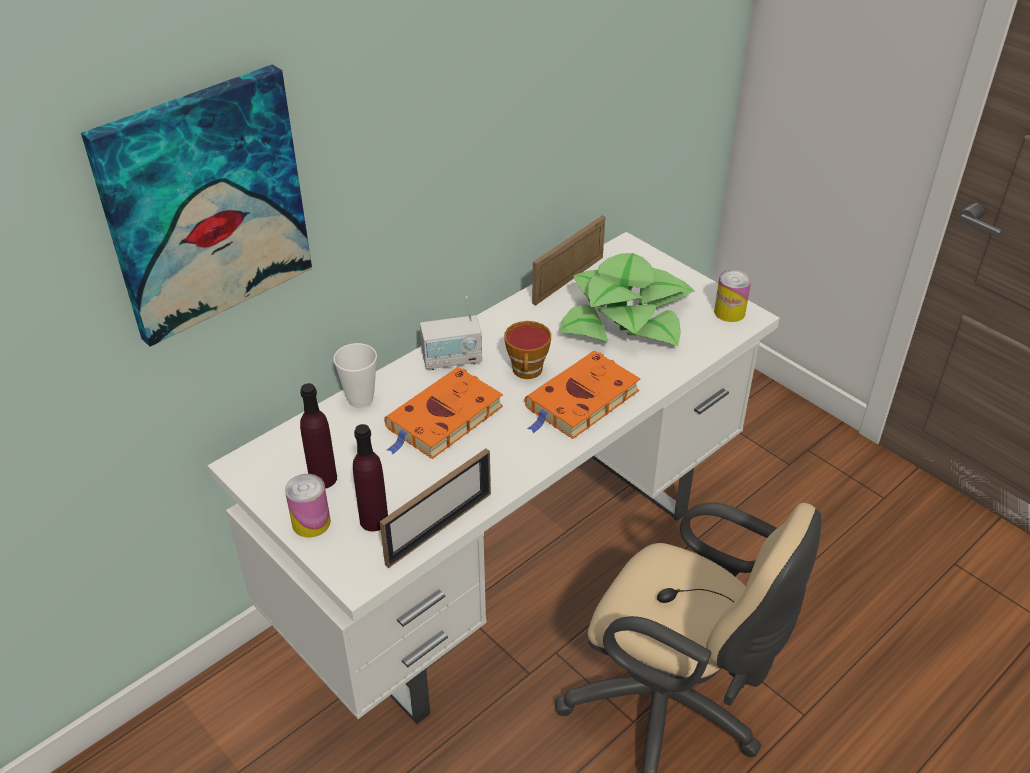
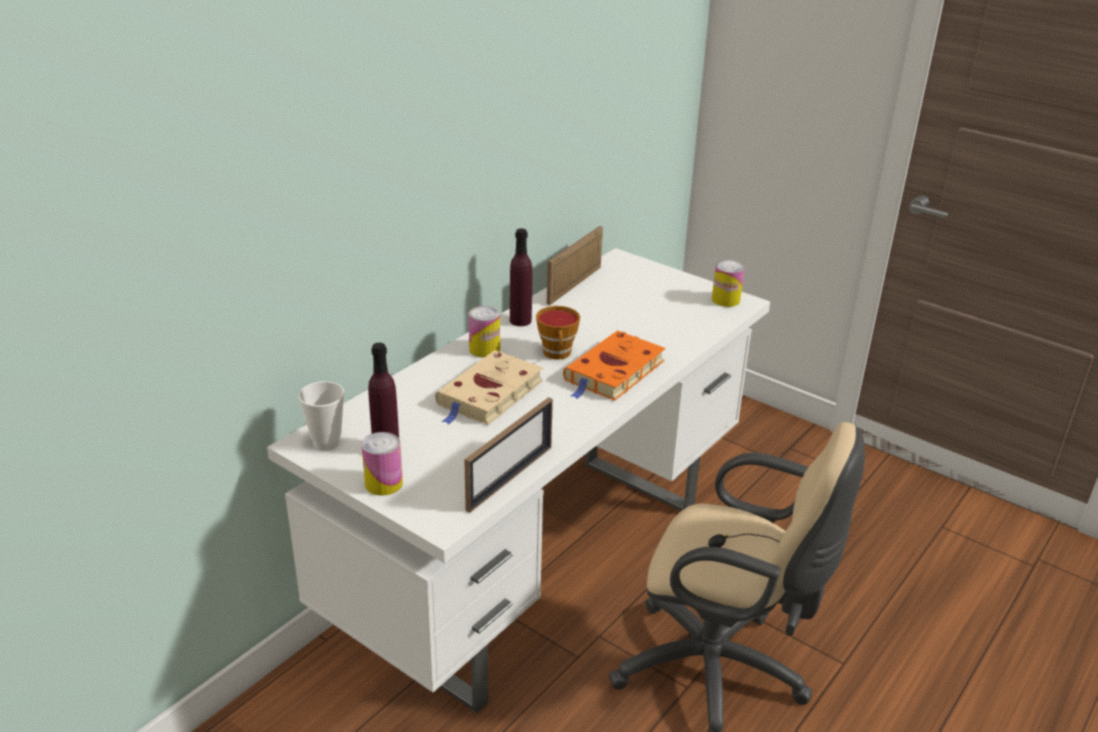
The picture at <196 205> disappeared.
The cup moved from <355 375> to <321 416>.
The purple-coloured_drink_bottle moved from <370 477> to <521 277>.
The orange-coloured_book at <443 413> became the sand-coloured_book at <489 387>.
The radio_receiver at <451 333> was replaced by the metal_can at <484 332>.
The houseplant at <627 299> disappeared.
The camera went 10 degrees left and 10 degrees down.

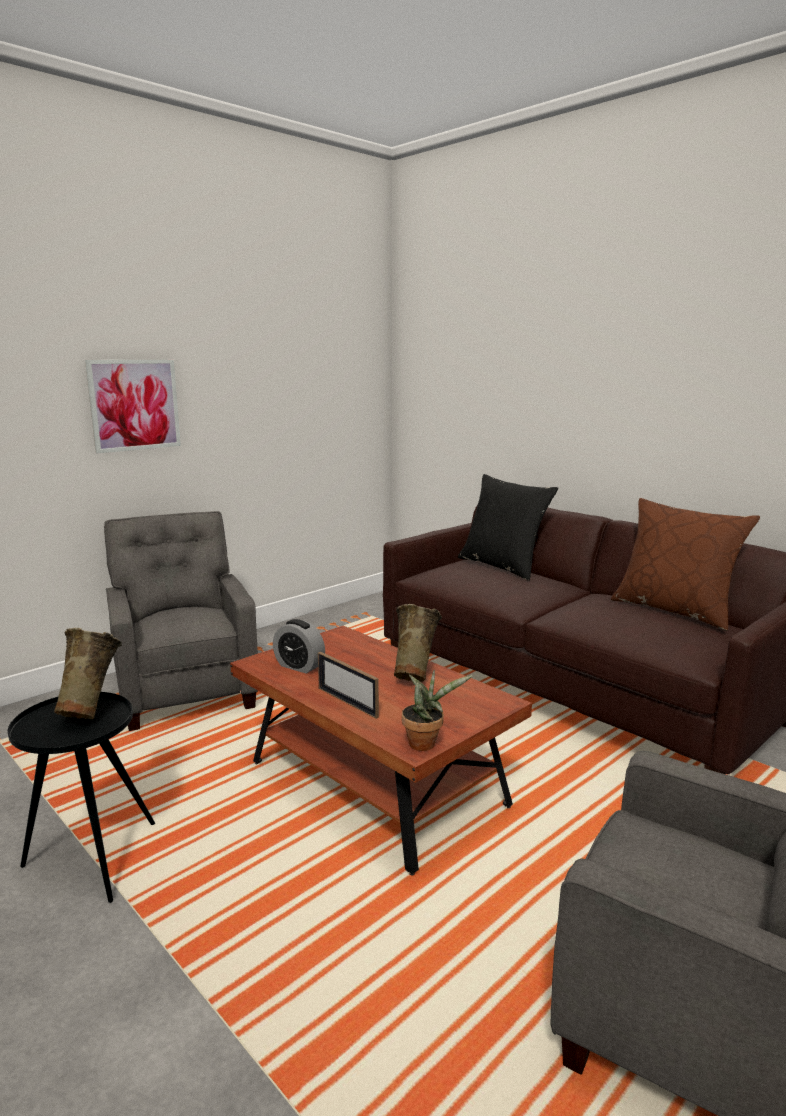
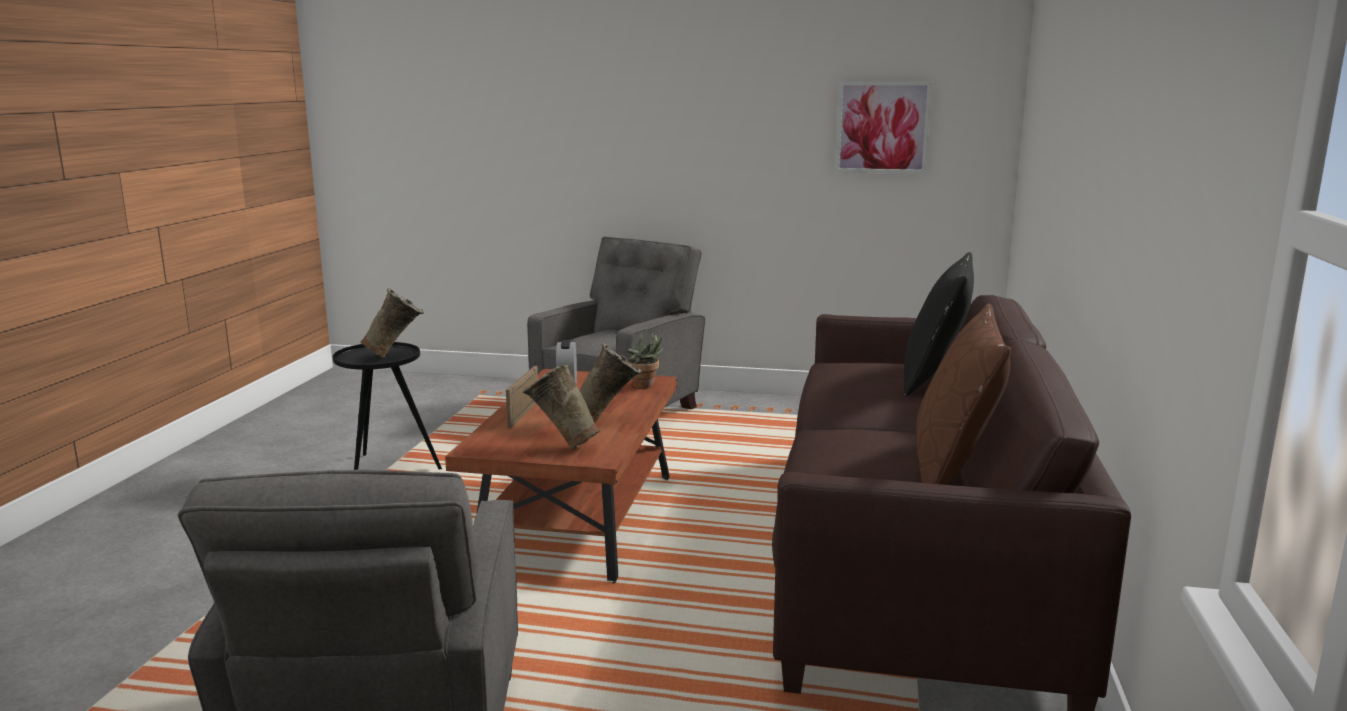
The picture moved from <133 406> to <883 127>.
The houseplant moved from <437 710> to <645 358>.
The sand-coloured_flower_vase at <561 407> appeared.
The camera went 55 degrees right and 0 degrees up.

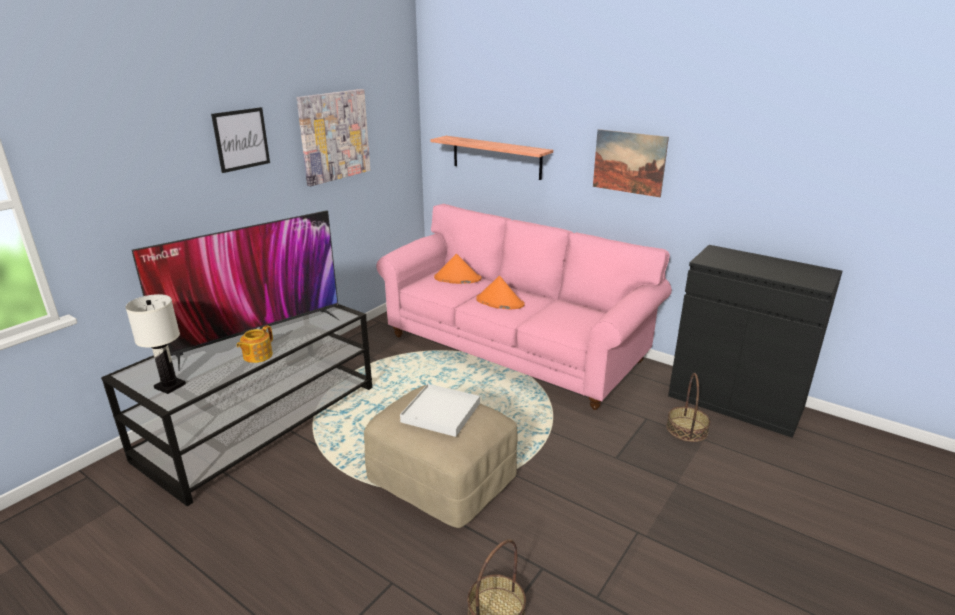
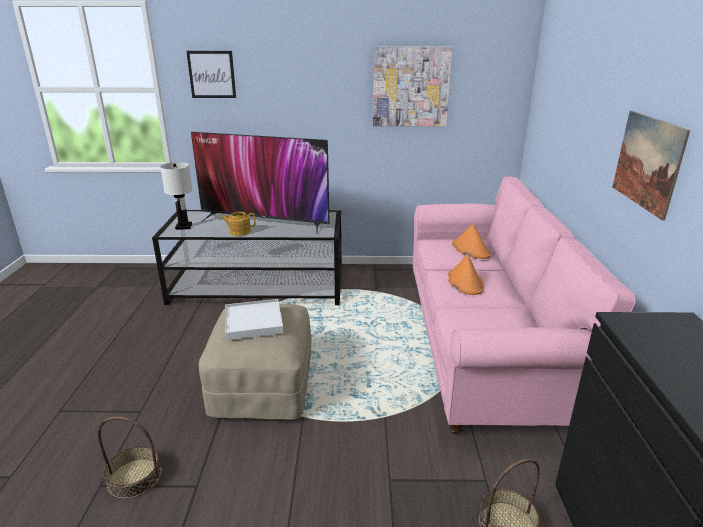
The picture moved from <240 140> to <211 74>.
The shelf at <491 158> disappeared.
The camera went 55 degrees right and 0 degrees up.

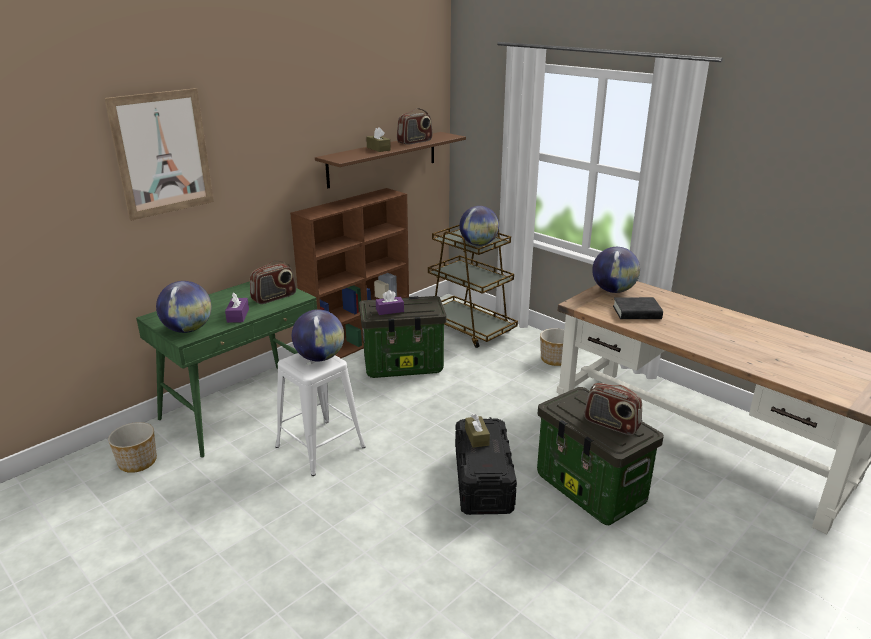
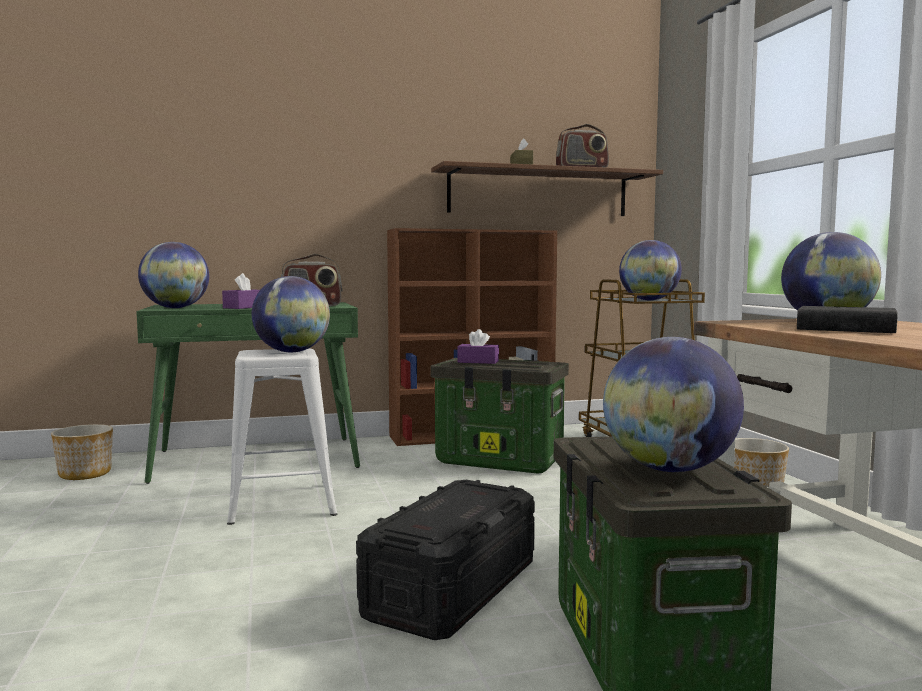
The picture at <159 154> disappeared.
The brown_box_of_tissues at <477 431> disappeared.
The radio_receiver at <613 409> was replaced by the globe at <673 404>.
The camera went 30 degrees right and 20 degrees down.

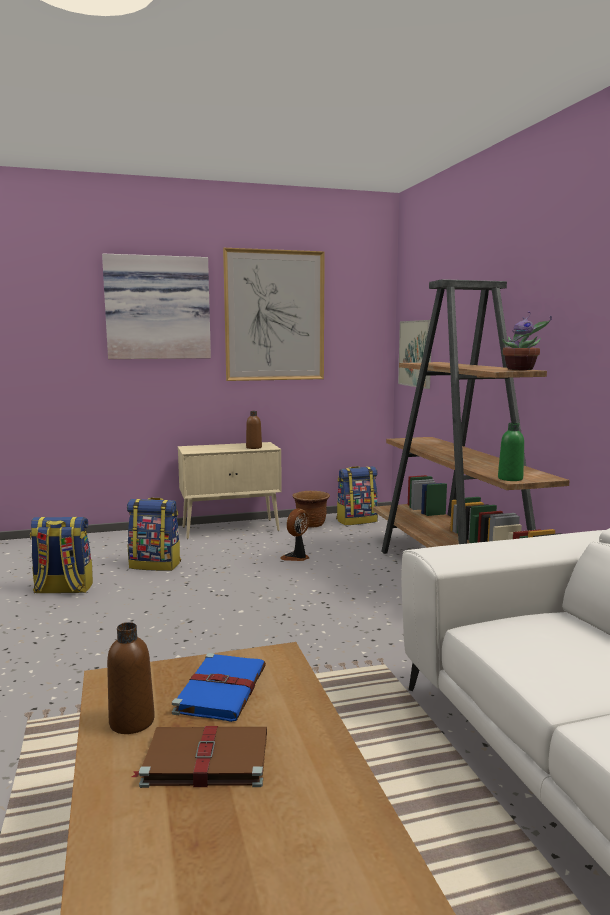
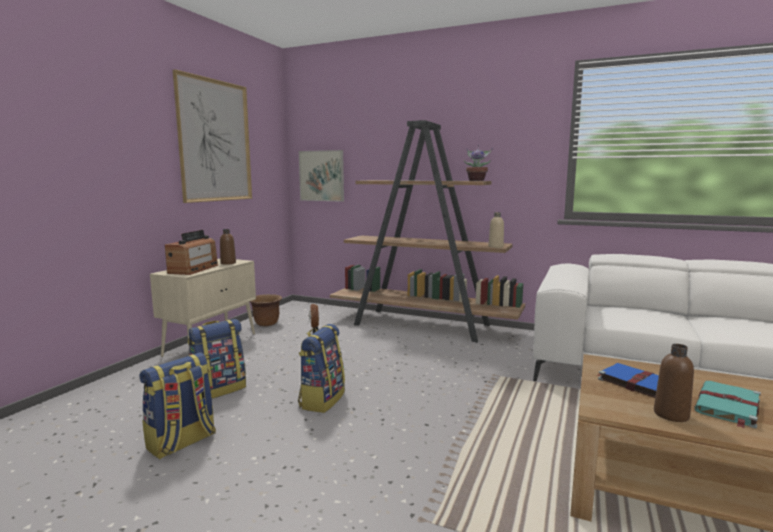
The picture at <156 306> disappeared.
The brown_book at <199 757> became the turquoise-coloured_book at <727 404>.
The rucksack moved from <357 495> to <321 368>.
The greenish_drink_bottle at <511 452> became the sand-coloured_drink_bottle at <496 230>.
The radio_receiver at <191 252> appeared.
The camera went 50 degrees left and 0 degrees up.

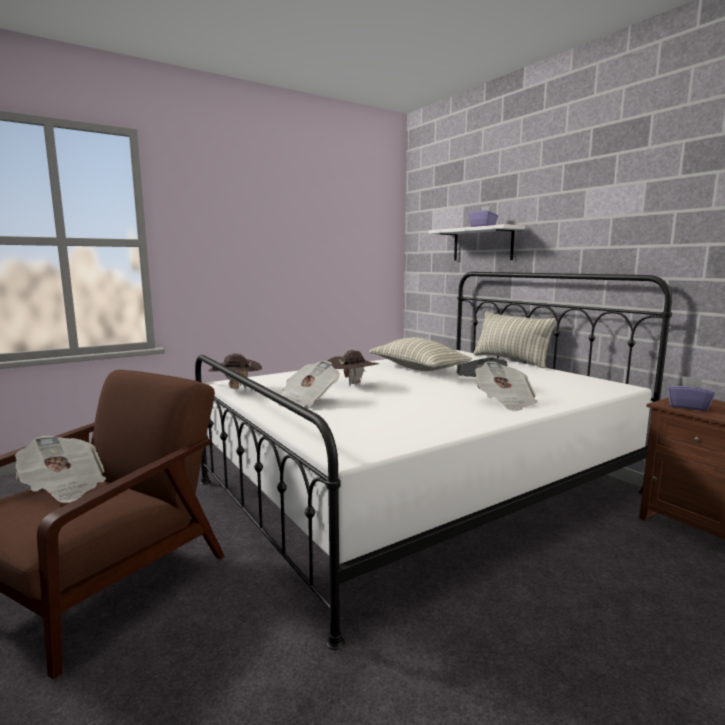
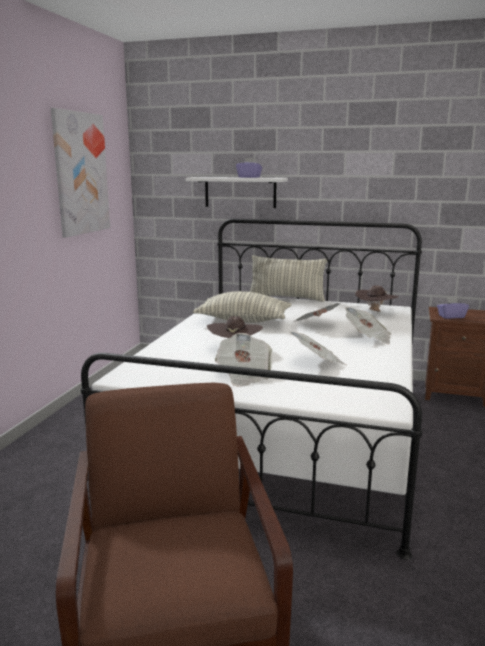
The newspaper moved from <60 469> to <317 348>.
The brown_clothing_hat moved from <235 371> to <377 298>.
The picture at <80 173> appeared.
The camera went 40 degrees left and 5 degrees up.

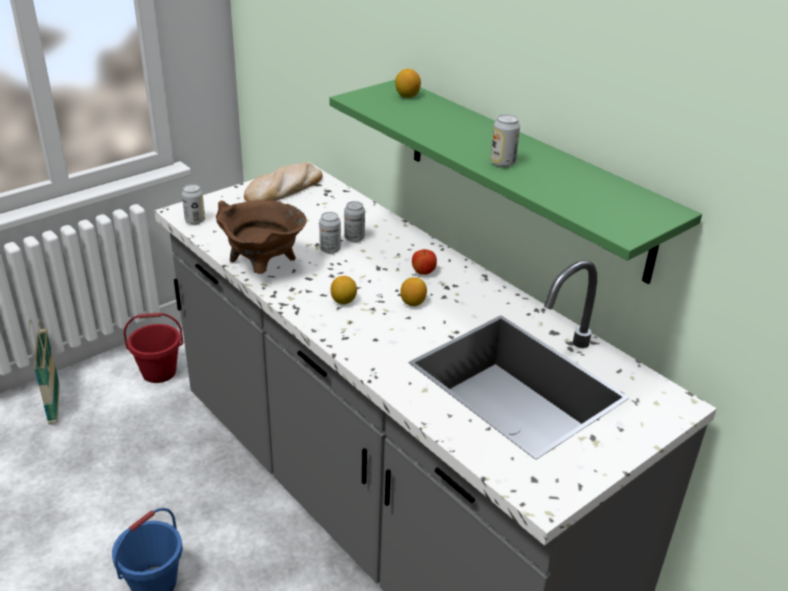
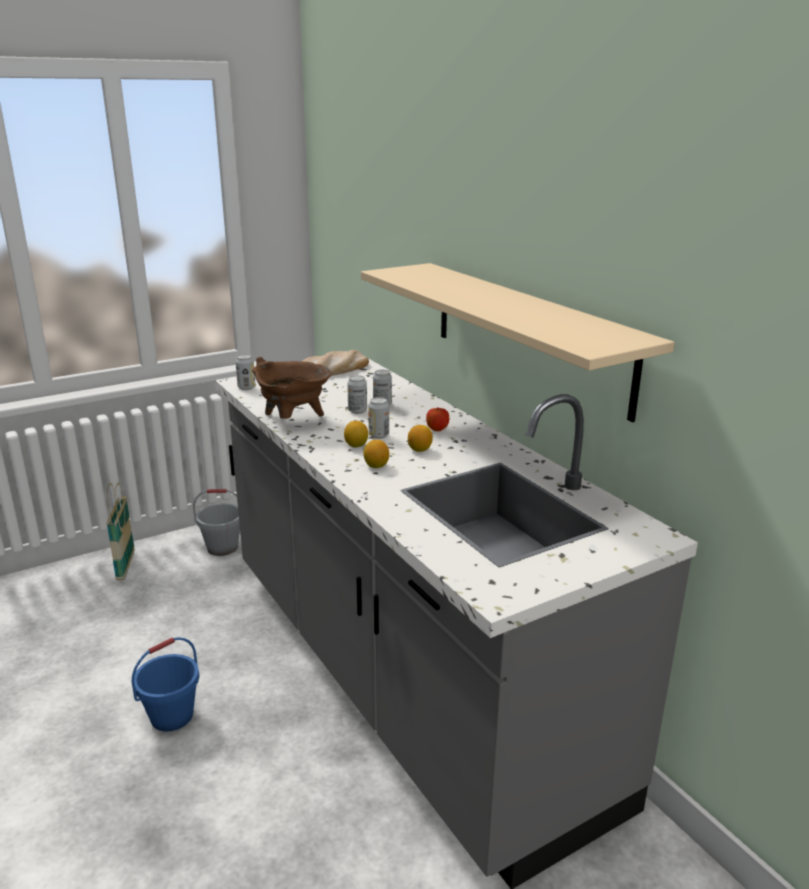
The red_pail at <153 347> became the greyish_pail at <216 522>.
The greenish_shelf at <515 182> became the sand-coloured_shelf at <518 342>.
The whole_lemon moved from <408 83> to <376 454>.
The metal_can moved from <505 140> to <378 418>.
The camera went 10 degrees right and 10 degrees down.

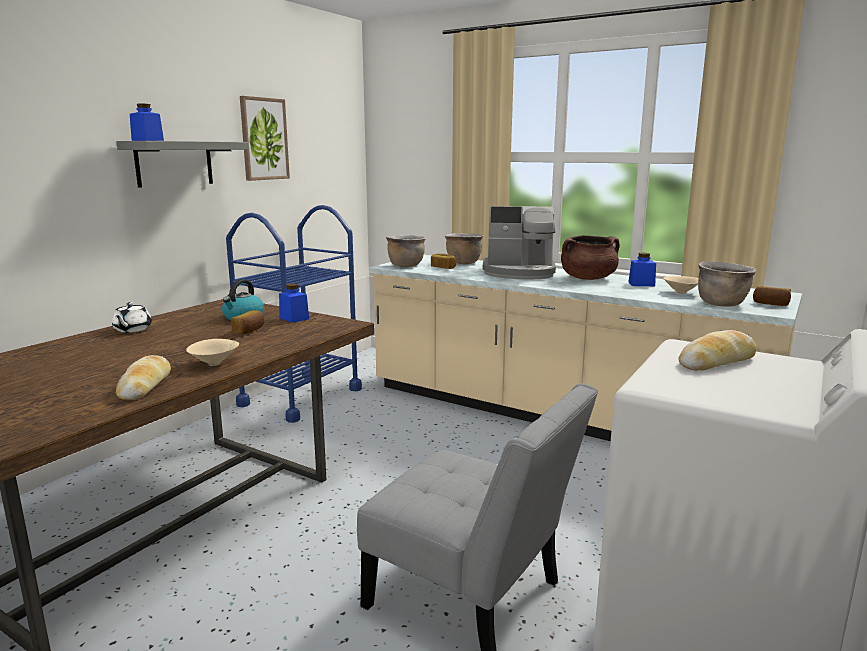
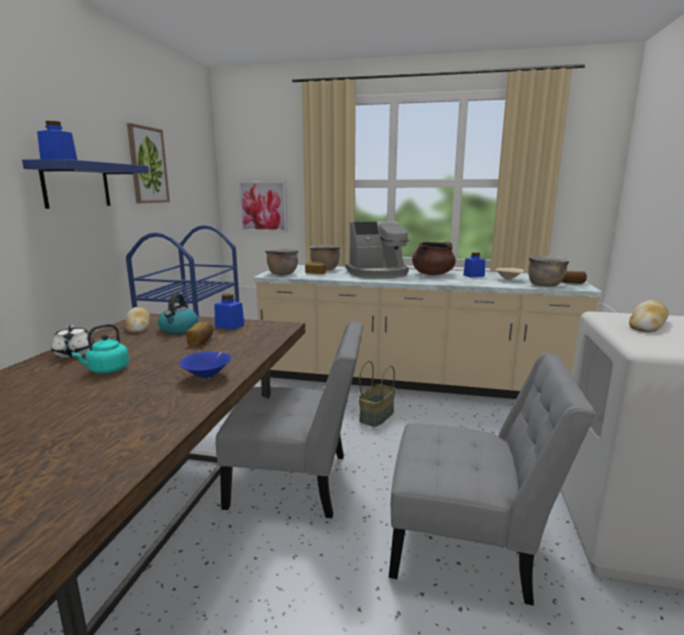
The greyish_shelf at <182 164> became the blue-coloured_shelf at <85 184>.
The bread moved from <143 377> to <137 320>.
The sand-coloured_deep_dish at <212 352> became the blue-coloured_deep_dish at <205 366>.
The turquoise-coloured_tea_kettle at <100 349> appeared.
The greyish_upright_chair at <289 419> appeared.
The picture at <263 206> appeared.
The storage_basket at <377 394> appeared.
The camera went 20 degrees left and 0 degrees up.

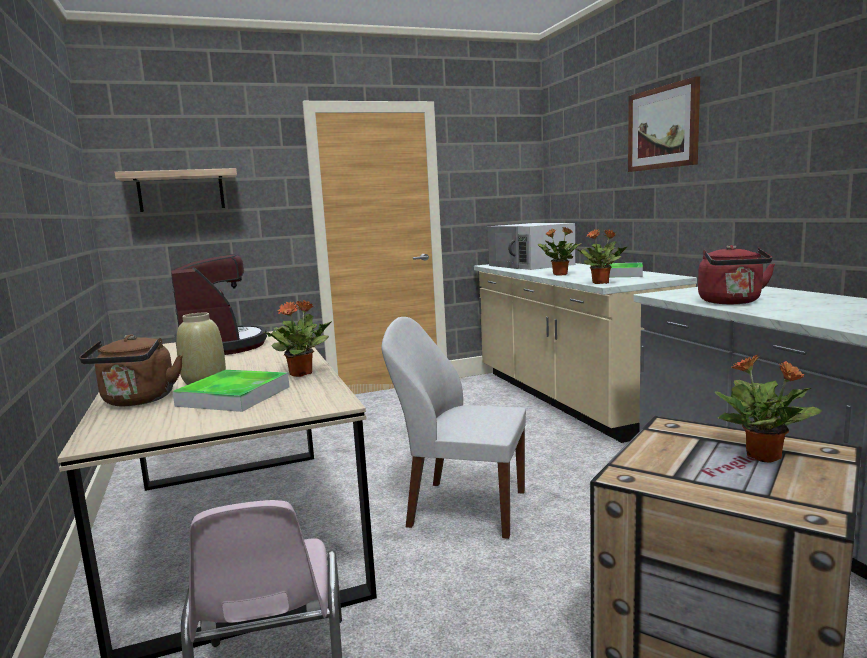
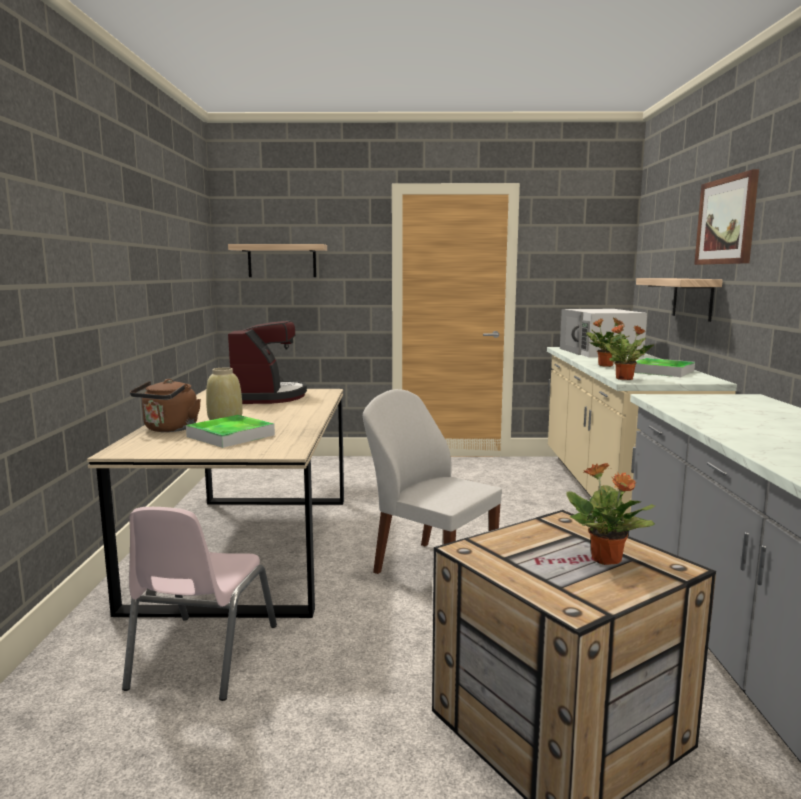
The houseplant at <297 338> disappeared.
The red_tea_kettle at <736 274> disappeared.
The shelf at <679 300> appeared.
The camera went 20 degrees right and 0 degrees up.

